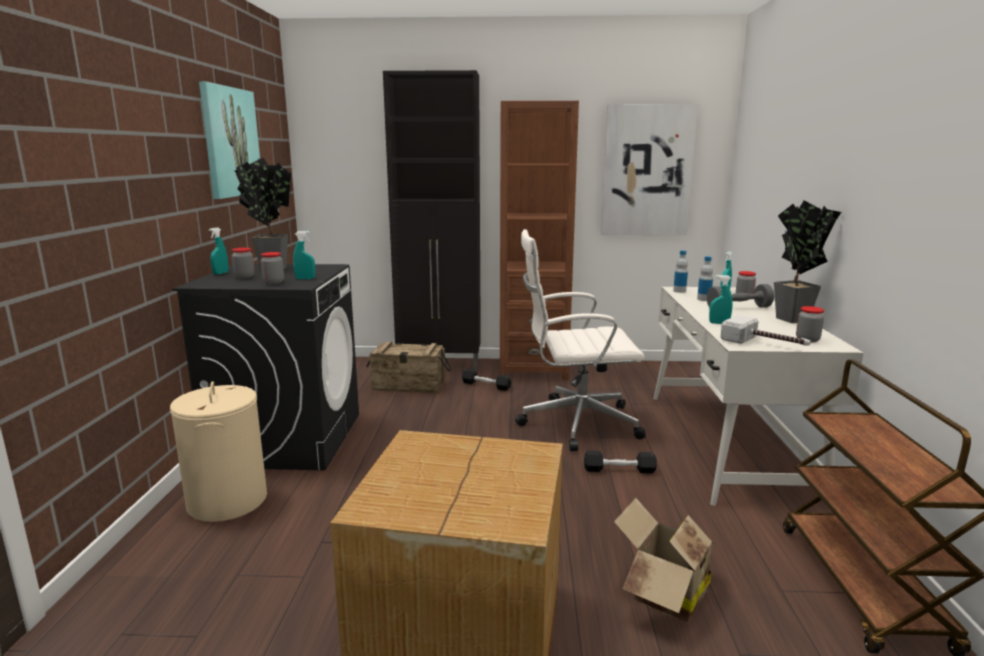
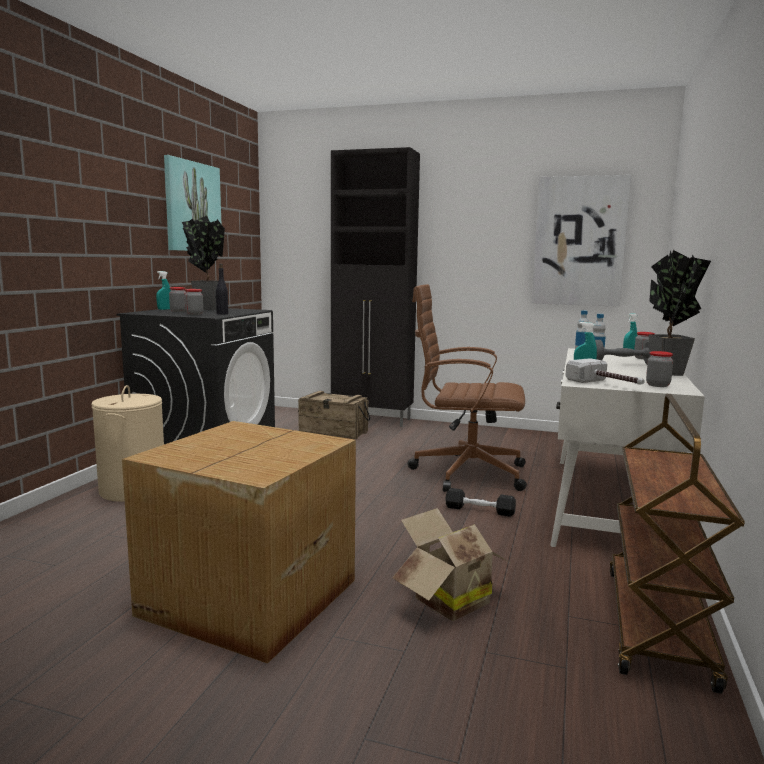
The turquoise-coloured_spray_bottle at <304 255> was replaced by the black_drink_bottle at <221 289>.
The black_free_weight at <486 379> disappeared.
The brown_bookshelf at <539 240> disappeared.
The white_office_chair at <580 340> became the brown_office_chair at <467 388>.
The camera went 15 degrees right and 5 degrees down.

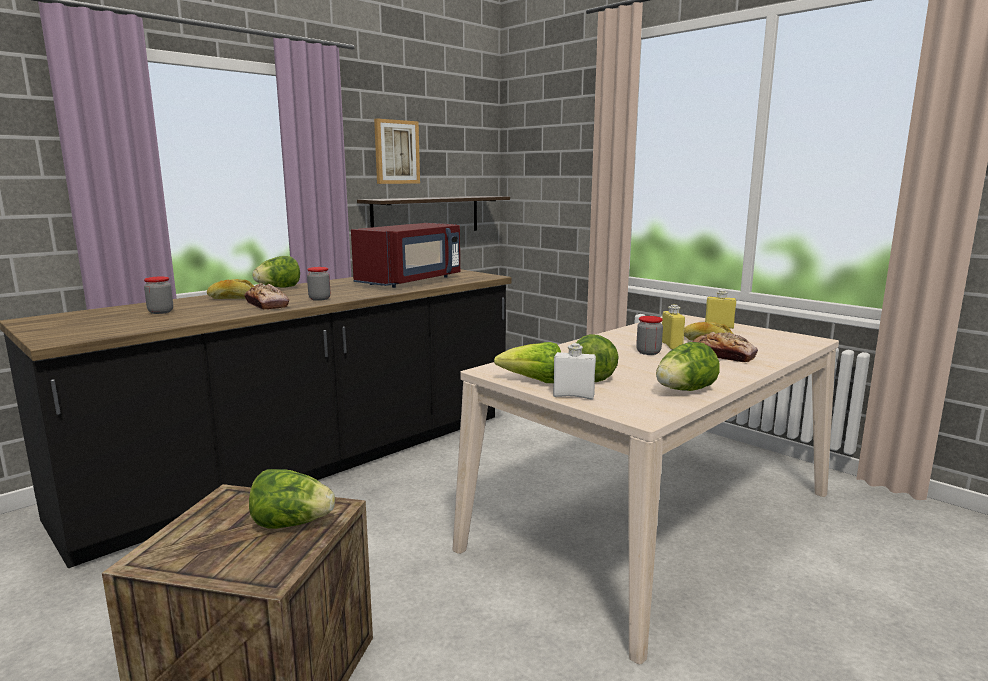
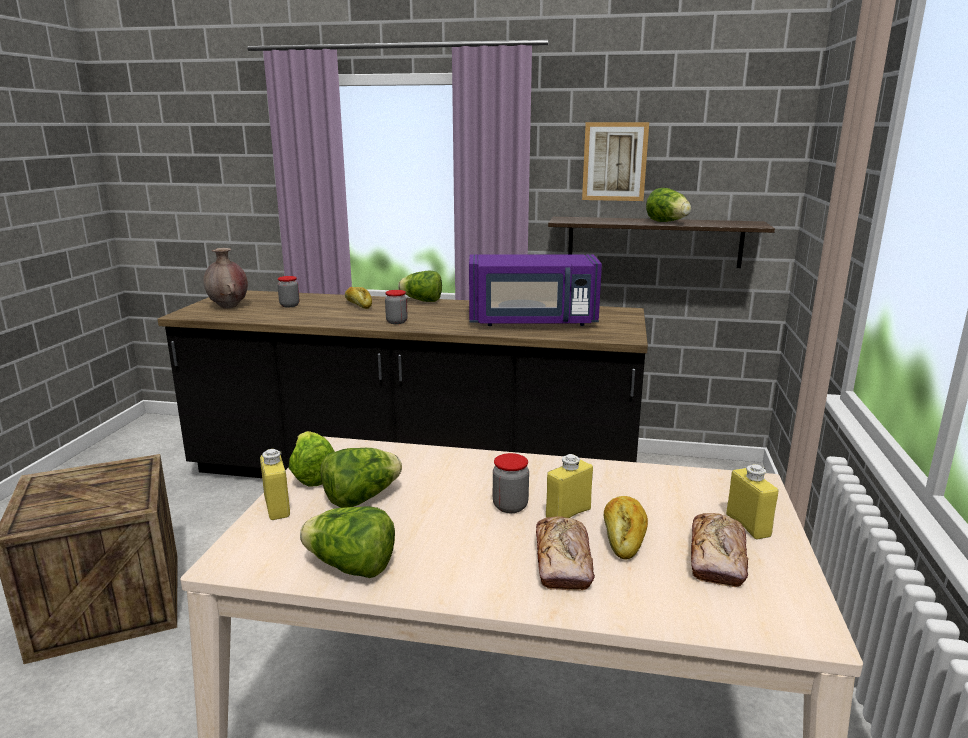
The bread moved from <266 296> to <719 550>.
The lettuce moved from <292 499> to <668 205>.
The red_kitchen_microwave at <405 255> became the purple-coloured_kitchen_microwave at <535 290>.
The white_drink_bottle at <574 371> became the yellowish_drink_bottle at <275 484>.
The brown_flower_vase at <225 278> appeared.
The camera went 55 degrees right and 5 degrees up.

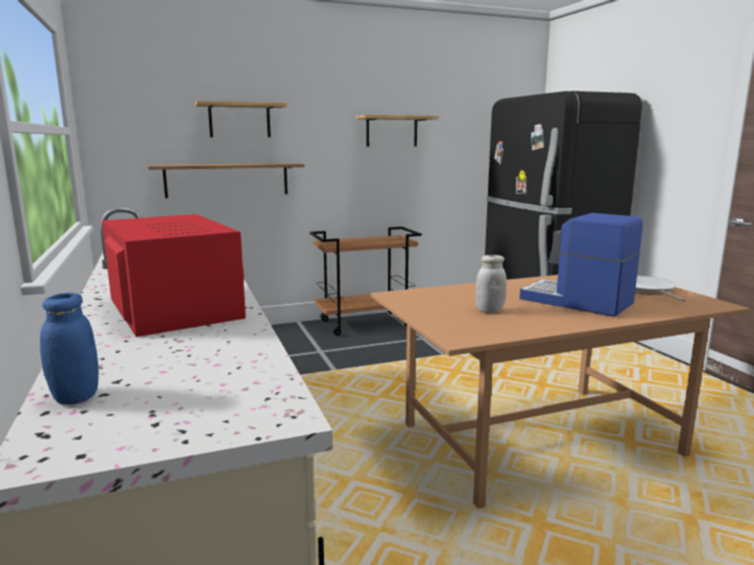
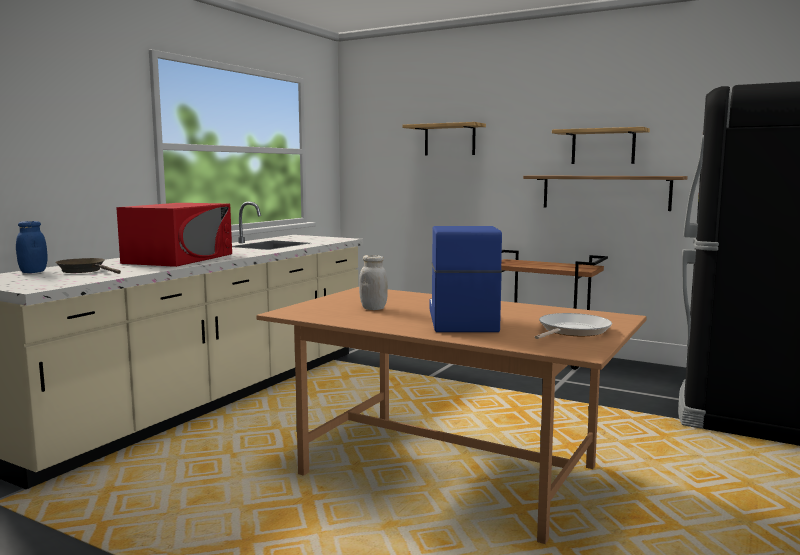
The shelf moved from <226 180> to <605 193>.
The brown_frying_pan at <88 266> appeared.
The camera went 50 degrees right and 5 degrees down.

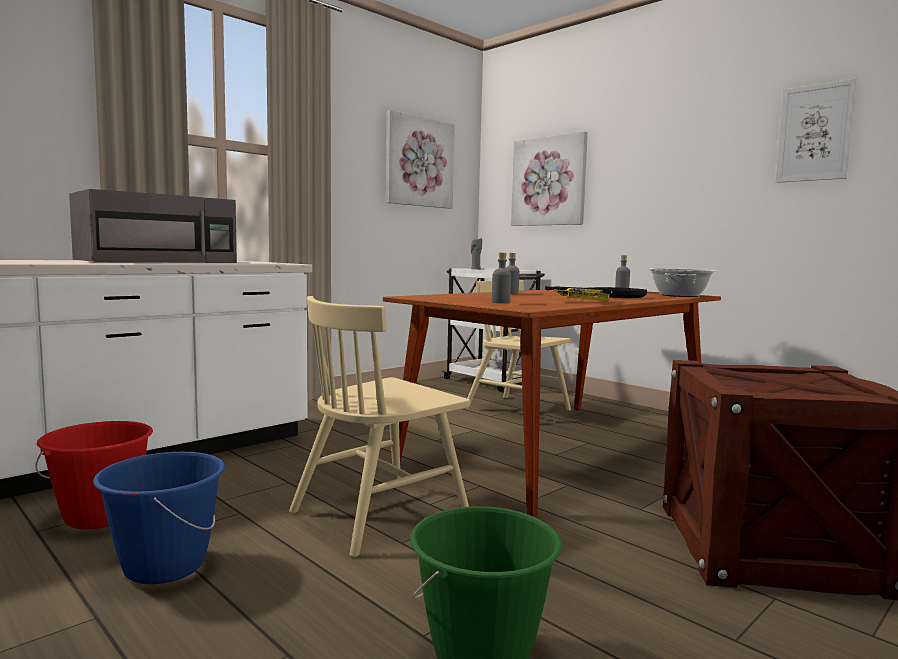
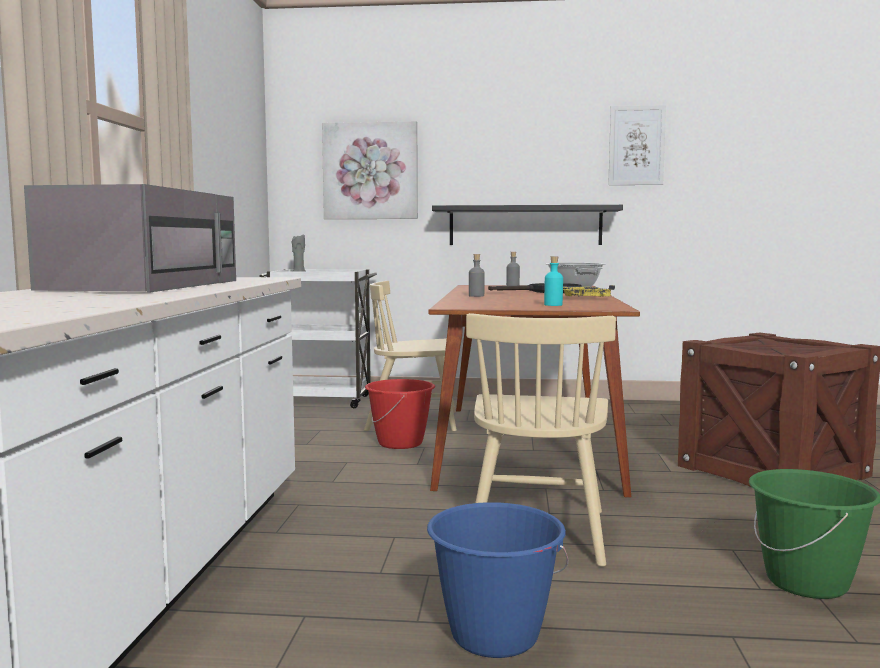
The red_pail moved from <94 475> to <400 414>.
The picture at <420 159> disappeared.
The greyish_drink_bottle at <501 278> became the turquoise-coloured_drink_bottle at <553 281>.
The black_shelf at <527 225> appeared.
The camera went 40 degrees left and 0 degrees up.

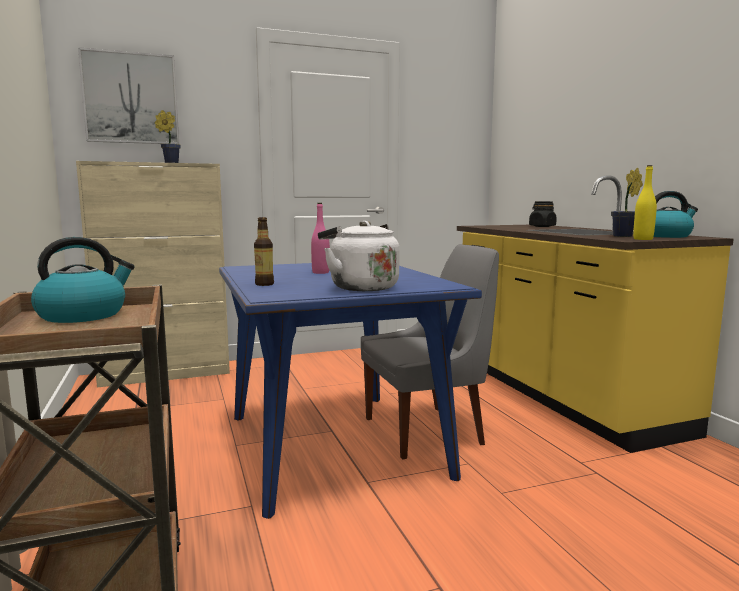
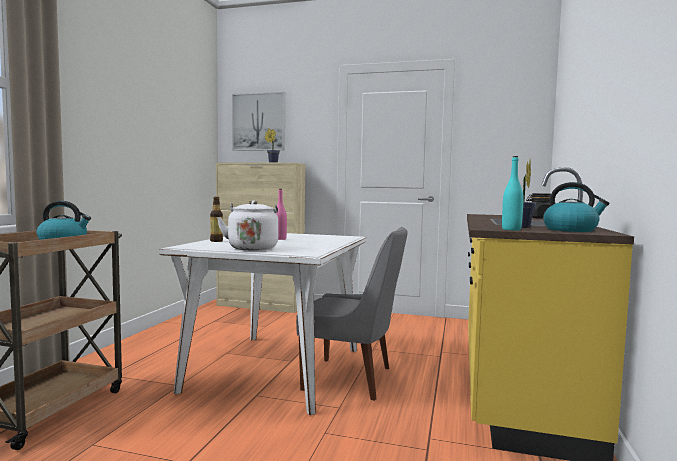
The blue-coloured_dinner_table at <350 391> became the white_dinner_table at <263 324>.
The yellowish_drink_bottle at <645 202> became the turquoise-coloured_drink_bottle at <512 193>.
The camera went 35 degrees right and 5 degrees down.

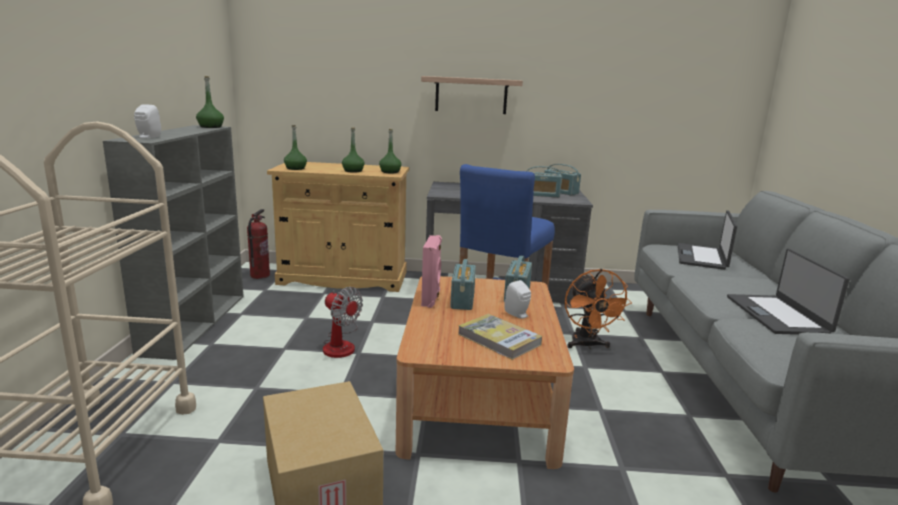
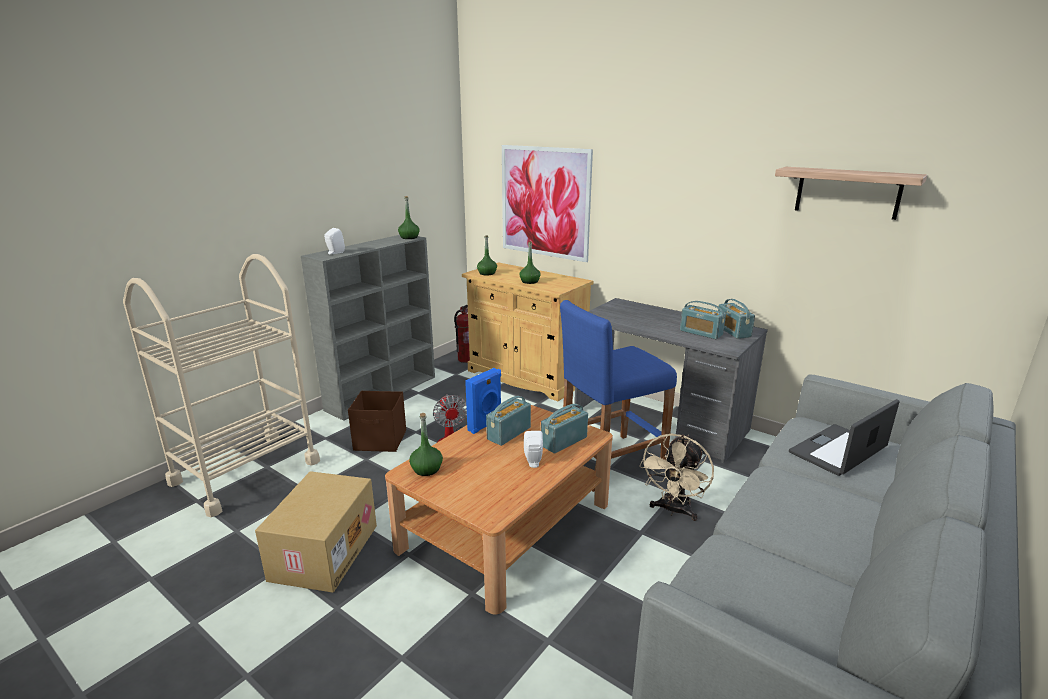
The greenish_drink_bottle moved from <390 151> to <426 444>.
The shelf moved from <472 95> to <851 193>.
The pinkish_audio_speaker at <431 271> became the blue-coloured_audio_speaker at <483 401>.
The book at <500 337> disappeared.
The orange-coloured_electric_fan at <598 309> became the sand-coloured_electric_fan at <676 477>.
The notebook_computer at <788 291> disappeared.
The brown_storage_box at <377 421> appeared.
The picture at <547 203> appeared.
The camera went 35 degrees right and 5 degrees up.

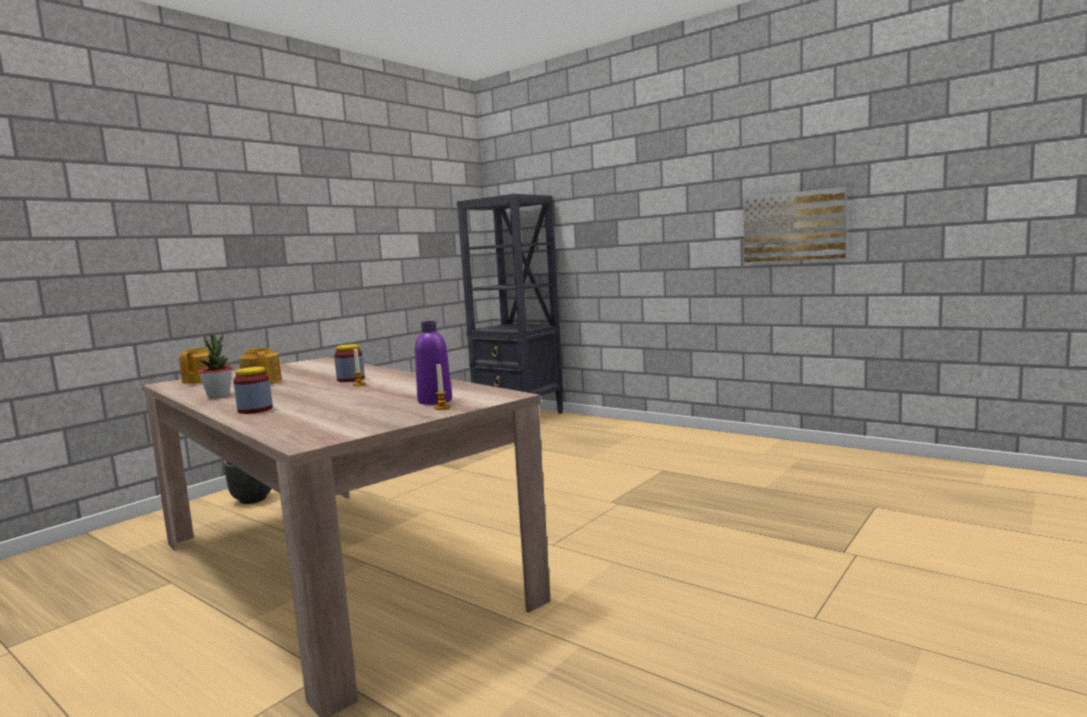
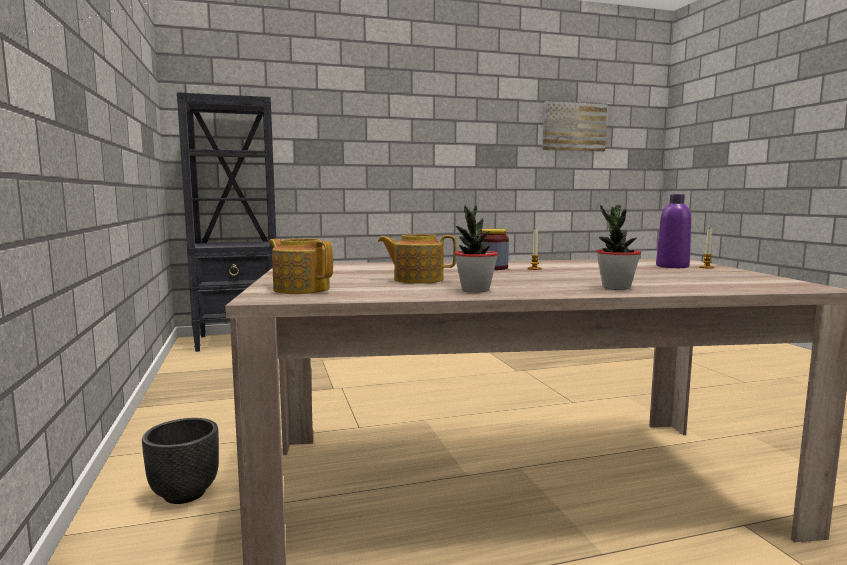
The jar at <253 390> was replaced by the houseplant at <618 247>.
The picture moved from <795 224> to <574 126>.
The camera went 55 degrees left and 0 degrees up.

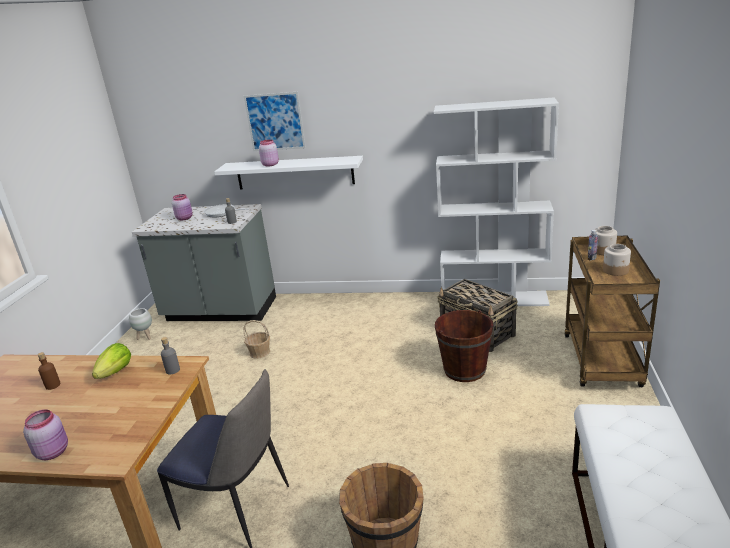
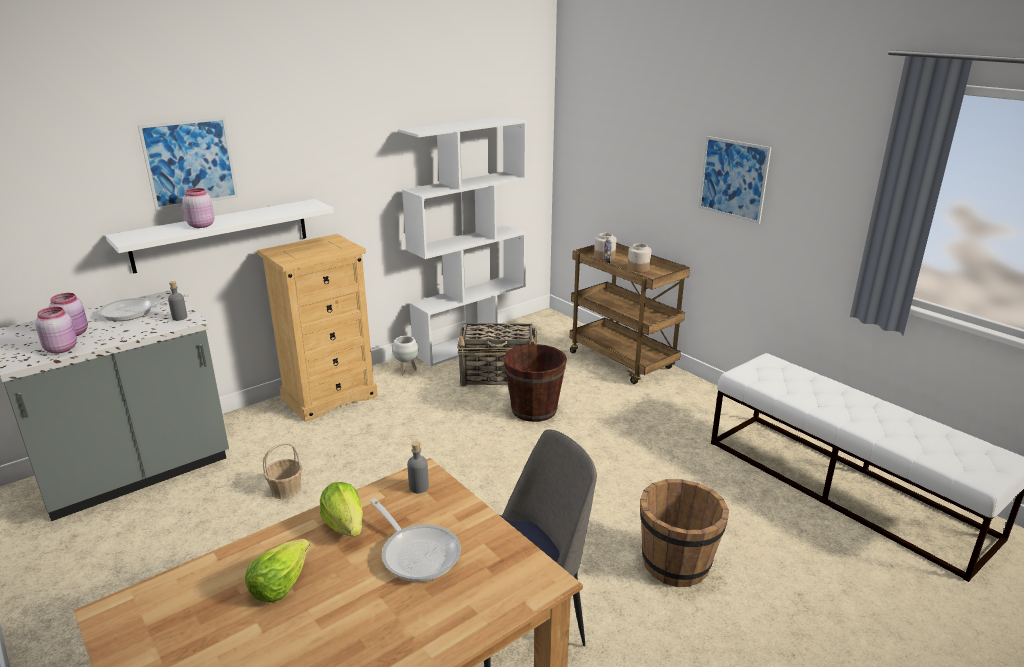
The pinkish_jar moved from <45 434> to <56 330>.
The brown_drink_bottle at <49 371> was replaced by the lettuce at <277 571>.
The white_planter moved from <140 324> to <405 355>.
The sand-coloured_chest_of_drawers at <317 328> appeared.
The frying_pan at <415 540> appeared.
The picture at <734 180> appeared.
The camera went 50 degrees left and 0 degrees up.

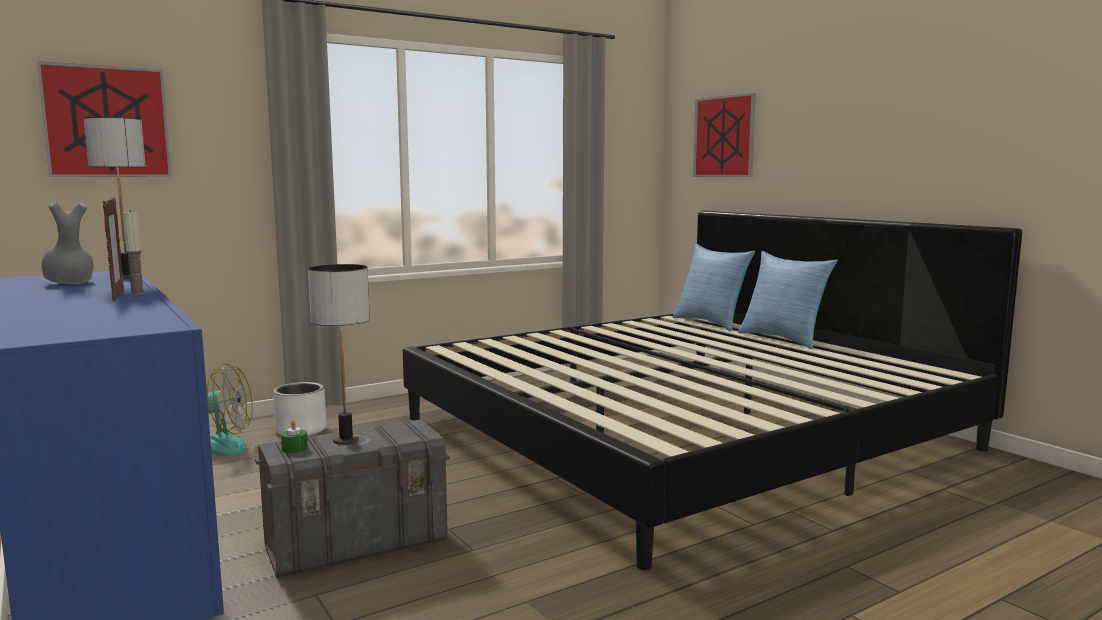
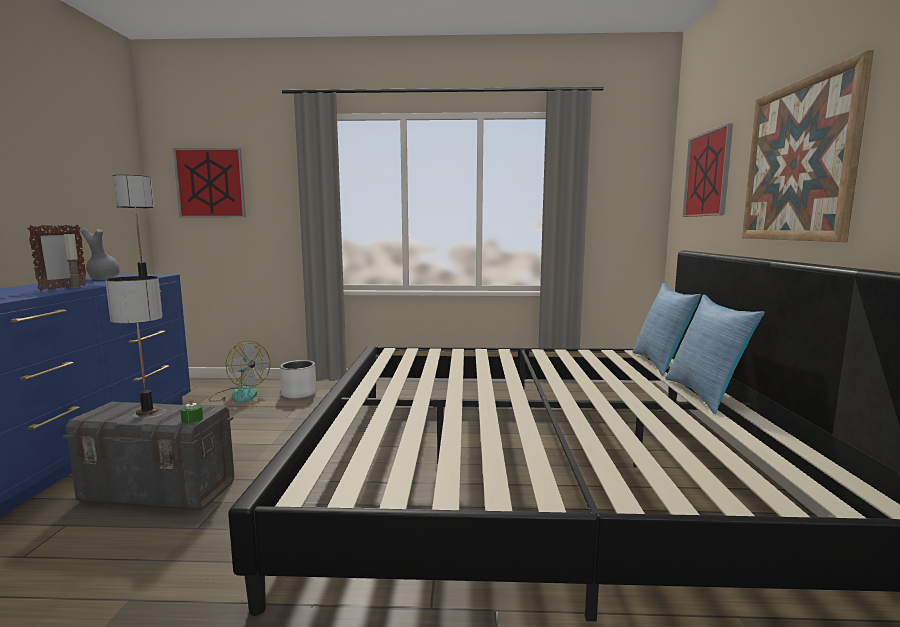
The greenish_candle moved from <294 436> to <191 410>.
The picture at <808 146> appeared.
The camera went 35 degrees right and 0 degrees up.

